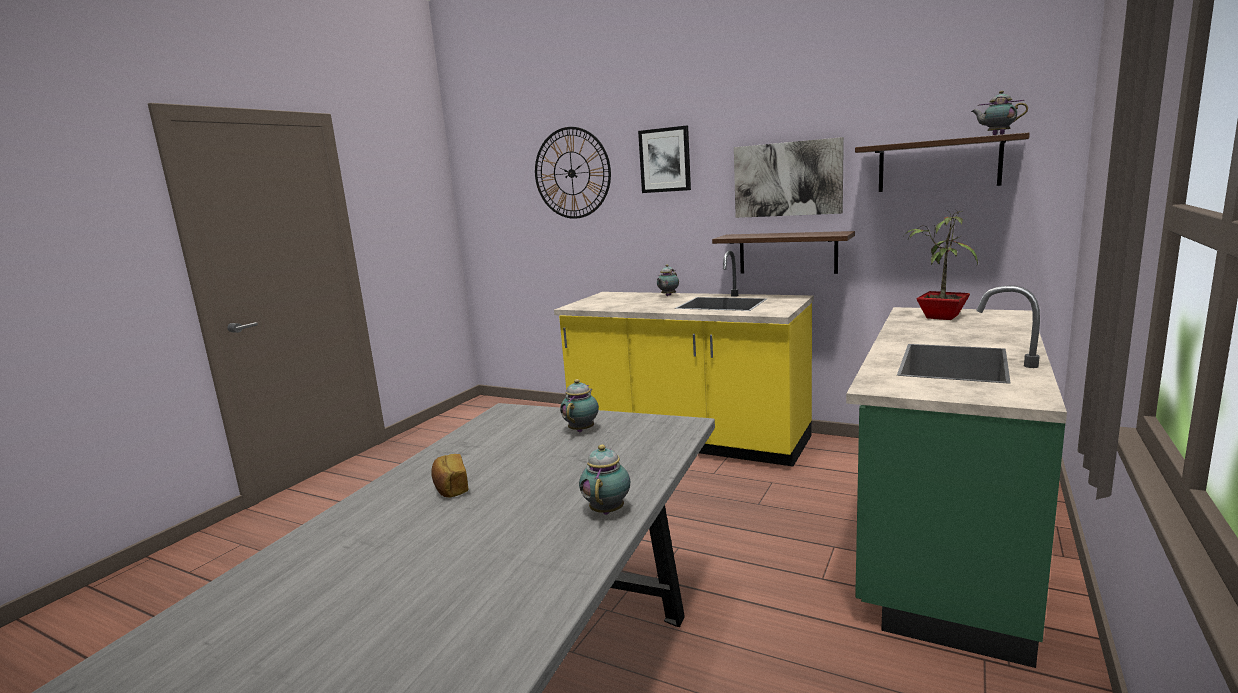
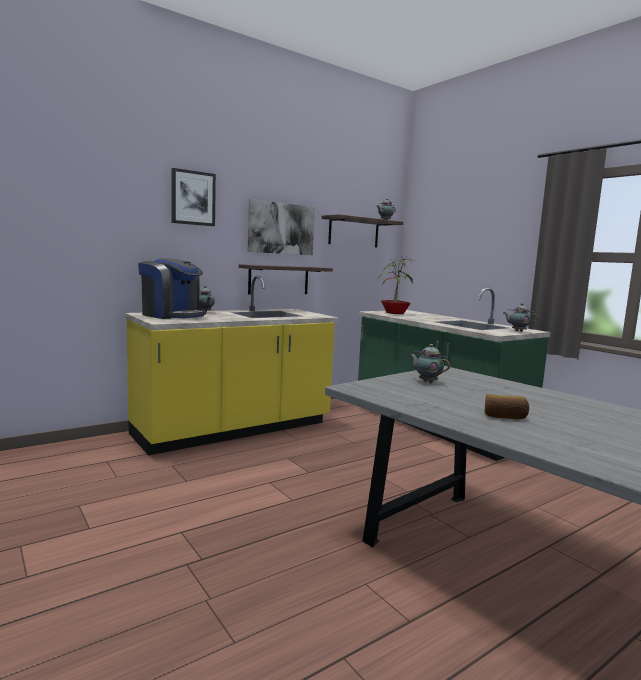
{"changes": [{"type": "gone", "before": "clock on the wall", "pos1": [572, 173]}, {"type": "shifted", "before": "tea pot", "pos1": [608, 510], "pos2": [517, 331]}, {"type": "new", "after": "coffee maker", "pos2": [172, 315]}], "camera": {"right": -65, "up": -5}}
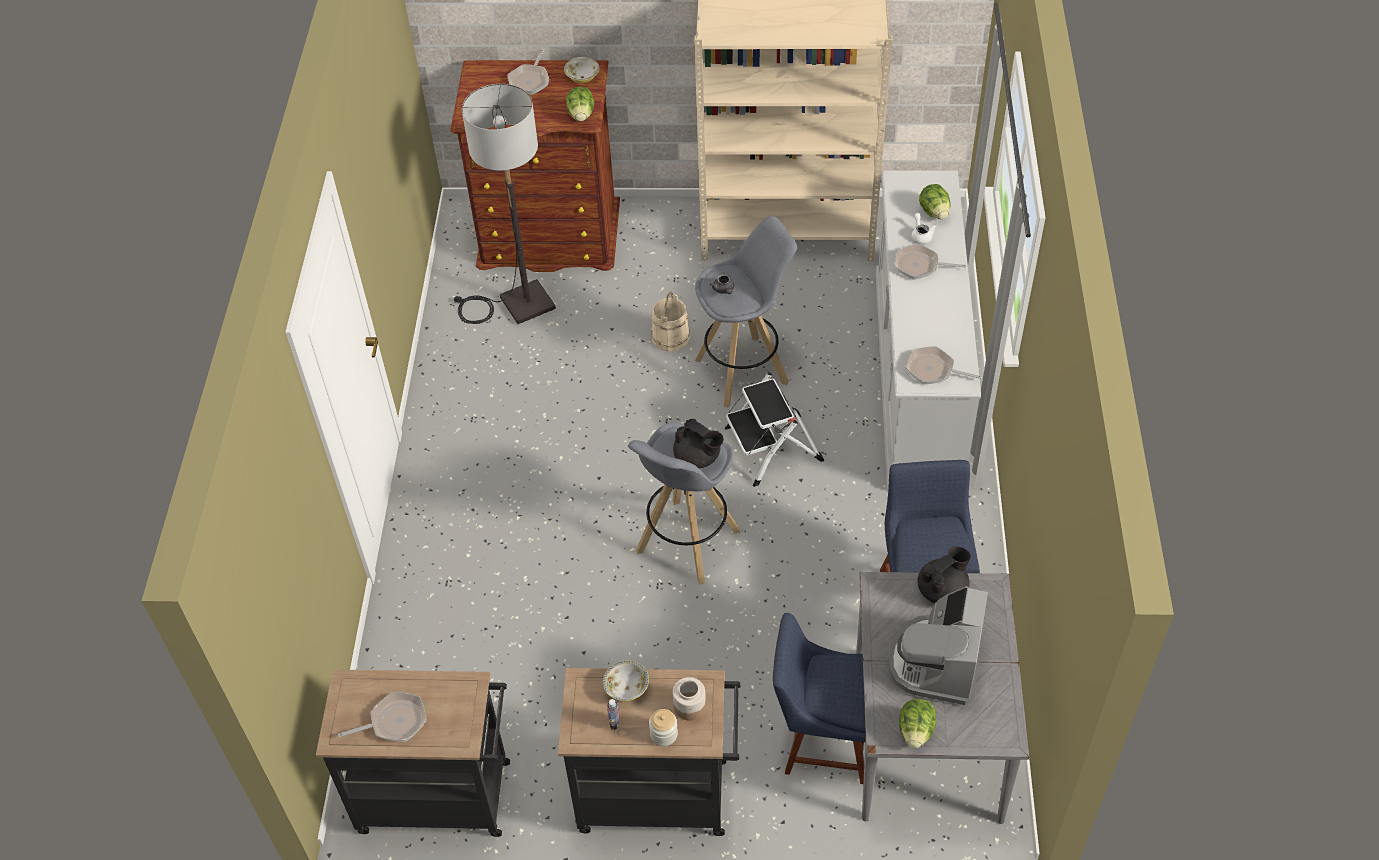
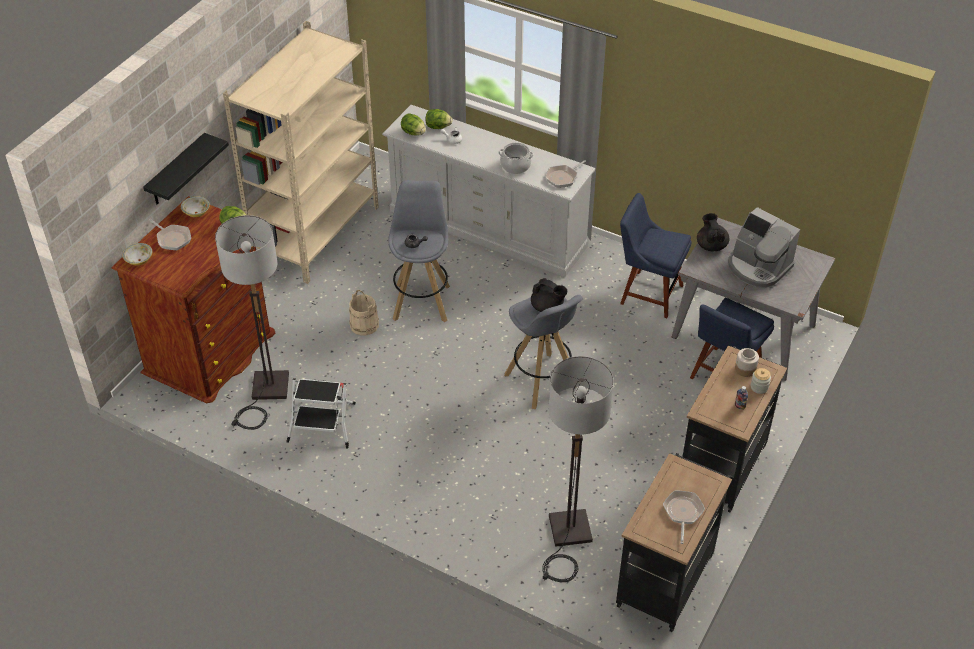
{"changes": [{"type": "shifted", "before": "bowl", "pos1": [626, 688], "pos2": [139, 260]}, {"type": "rotated", "before": "blackish tea pot", "pos1": [698, 458], "pos2": [547, 307], "turn": 60}, {"type": "shifted", "before": "step ladder", "pos1": [772, 446], "pos2": [323, 423]}, {"type": "gone", "before": "frying pan", "pos1": [919, 266]}, {"type": "shifted", "before": "lettuce", "pos1": [916, 731], "pos2": [413, 133]}, {"type": "new", "after": "blackish bracket shelf", "pos2": [176, 171]}, {"type": "new", "after": "stockpot", "pos2": [515, 166]}, {"type": "new", "after": "floor lamp", "pos2": [567, 541]}], "camera": {"right": -65, "up": -5}}
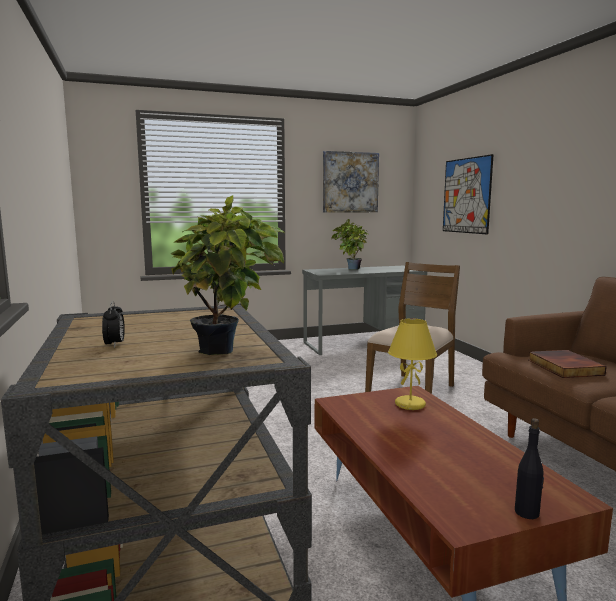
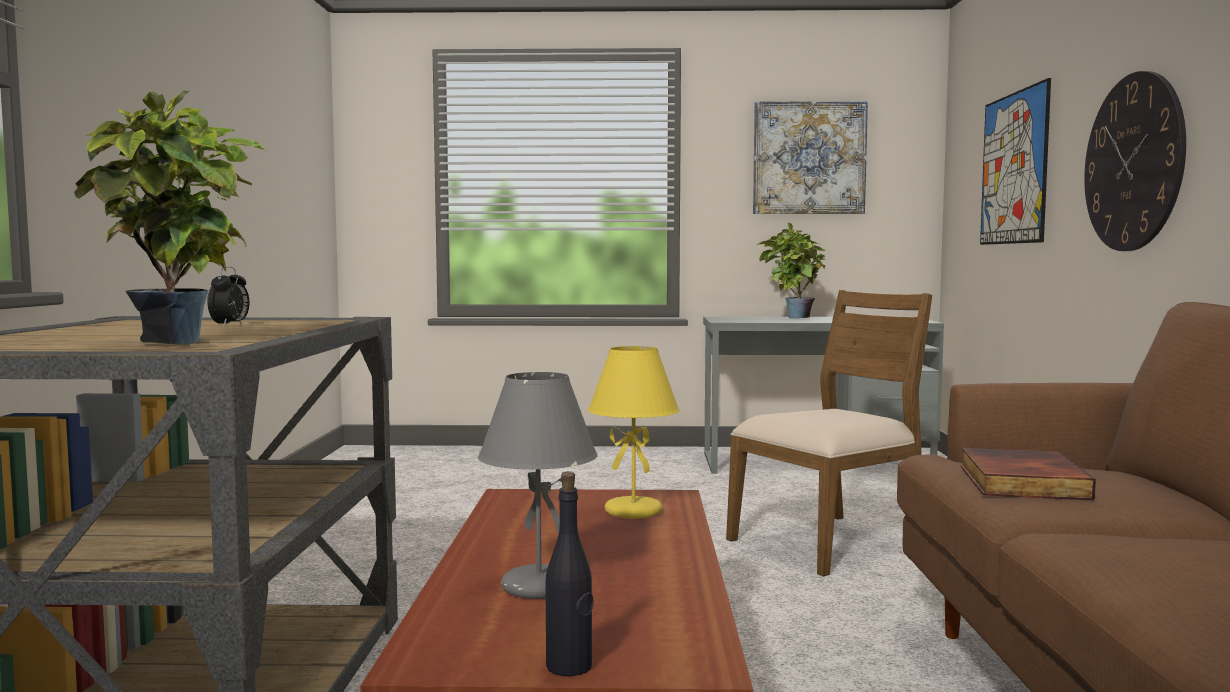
{"changes": [{"type": "shifted", "before": "alarm clock", "pos1": [115, 345], "pos2": [230, 325]}, {"type": "new", "after": "grey table lamp", "pos2": [537, 586]}, {"type": "new", "after": "clock on the wall", "pos2": [1133, 162]}], "camera": {"right": 20, "up": -5}}
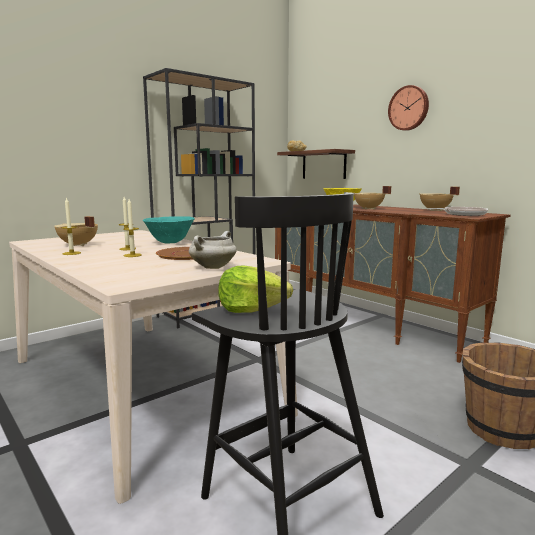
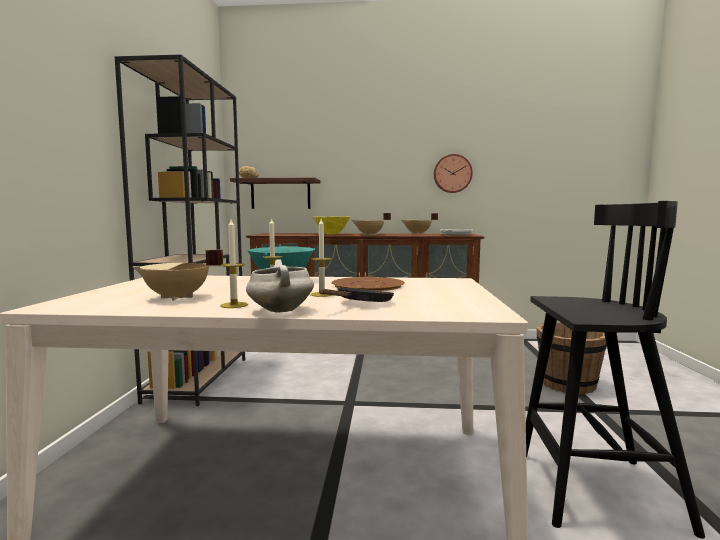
{"changes": [{"type": "shifted", "before": "white stockpot", "pos1": [213, 267], "pos2": [280, 310]}, {"type": "gone", "before": "lettuce", "pos1": [251, 309]}, {"type": "shifted", "before": "clock on the wall", "pos1": [409, 108], "pos2": [452, 173]}, {"type": "new", "after": "blackish frying pan", "pos2": [361, 303]}], "camera": {"right": -45, "up": -5}}
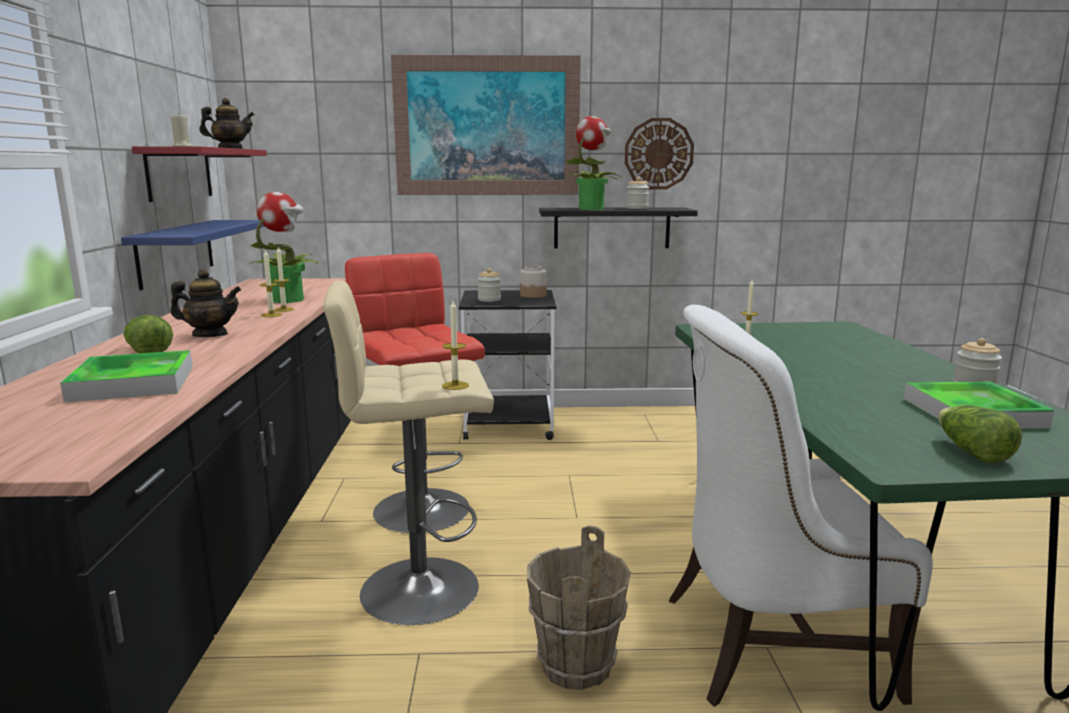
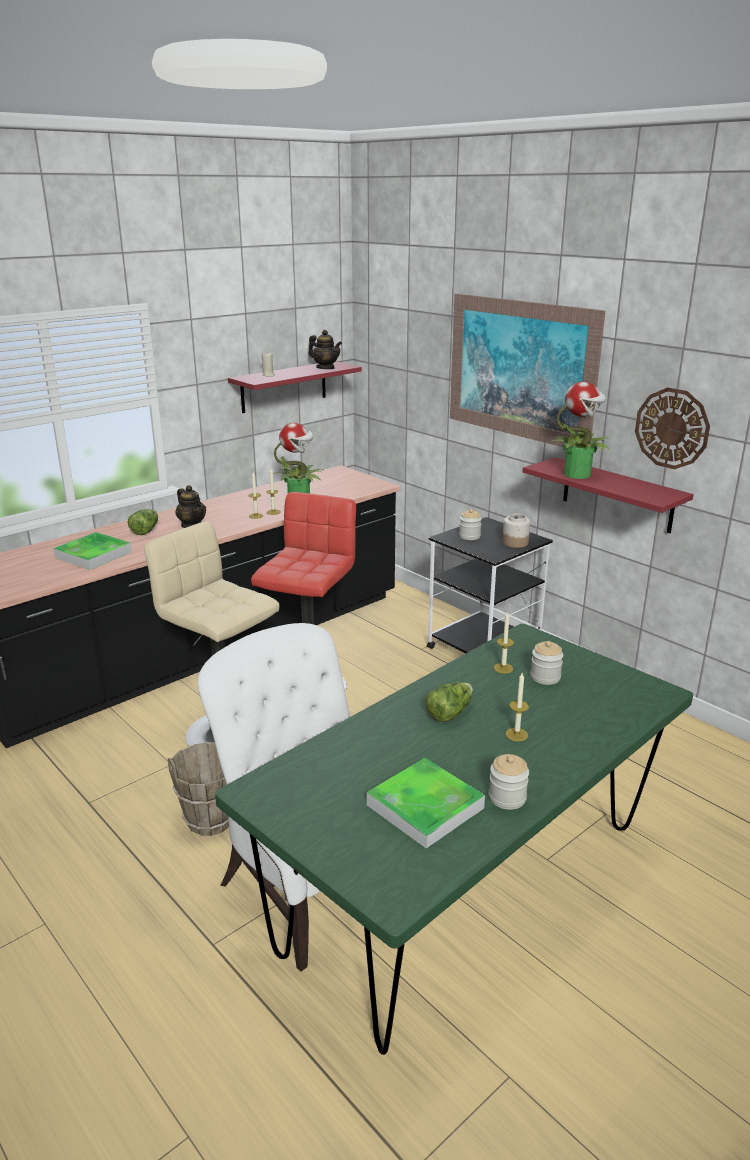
{"changes": [{"type": "gone", "before": "bluish bracket shelf", "pos1": [176, 252]}, {"type": "shifted", "before": "wax candle", "pos1": [455, 385], "pos2": [516, 734]}, {"type": "repainted", "before": "blackish bracket shelf", "after": "red bracket shelf", "pos1": [612, 228], "pos2": [617, 495]}, {"type": "shifted", "before": "storage jar", "pos1": [637, 208], "pos2": [545, 677]}, {"type": "shifted", "before": "lettuce", "pos1": [971, 452], "pos2": [449, 712]}], "camera": {"right": 50, "up": 10}}
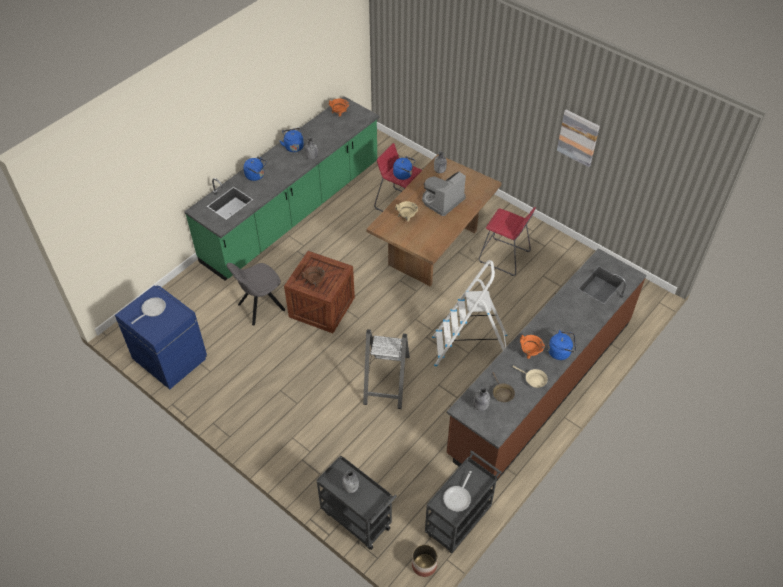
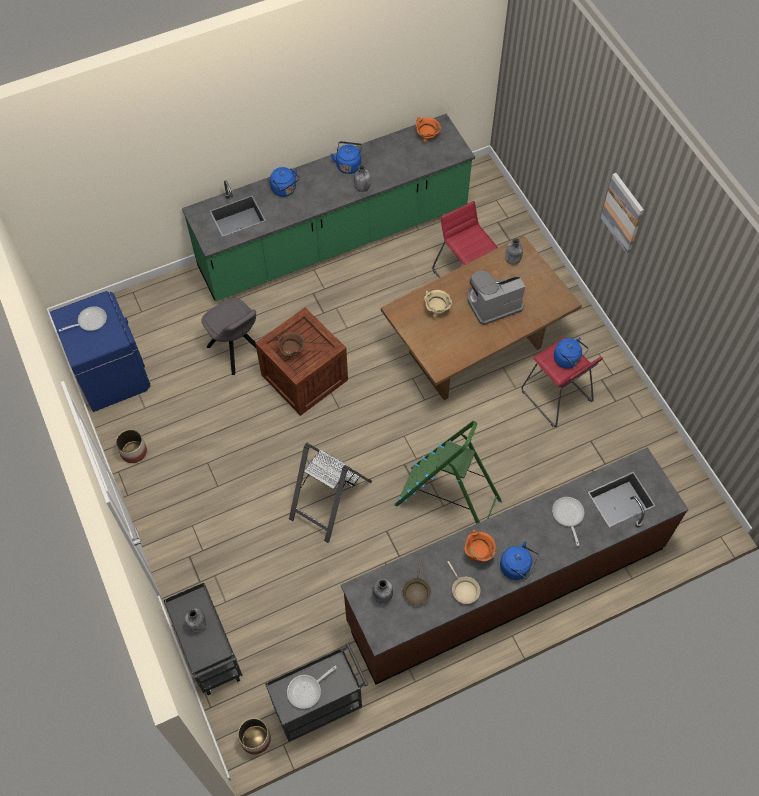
{"changes": [{"type": "rotated", "before": "grey chair", "pos1": [260, 307], "pos2": [237, 350], "turn": -120}, {"type": "shifted", "before": "bluish water kettle", "pos1": [404, 175], "pos2": [568, 360]}, {"type": "repainted", "before": "white step ladder", "after": "green-coloured step ladder", "pos1": [470, 350], "pos2": [447, 503]}, {"type": "shifted", "before": "picture", "pos1": [578, 137], "pos2": [623, 213]}, {"type": "new", "after": "plant pot", "pos2": [133, 452]}, {"type": "new", "after": "frying pan", "pos2": [568, 516]}], "camera": {"right": 25, "up": 10}}
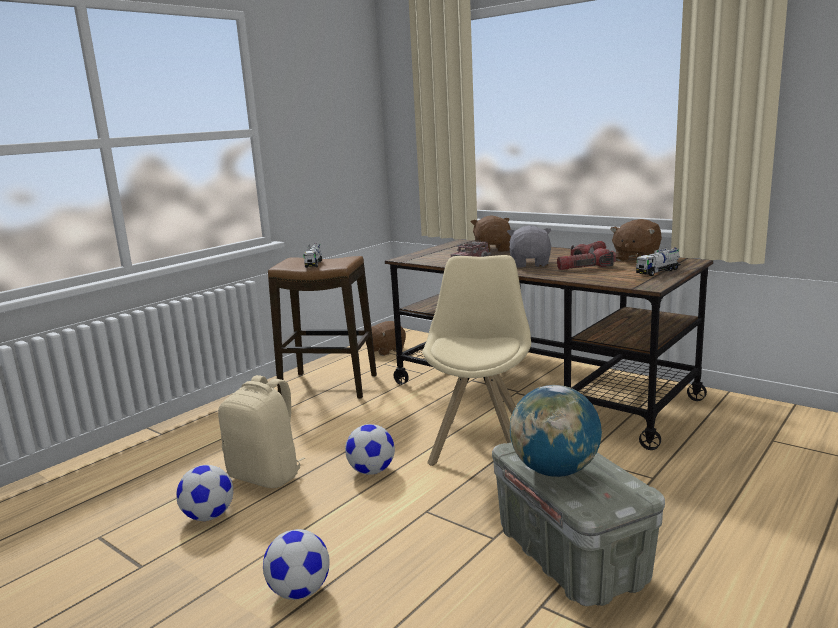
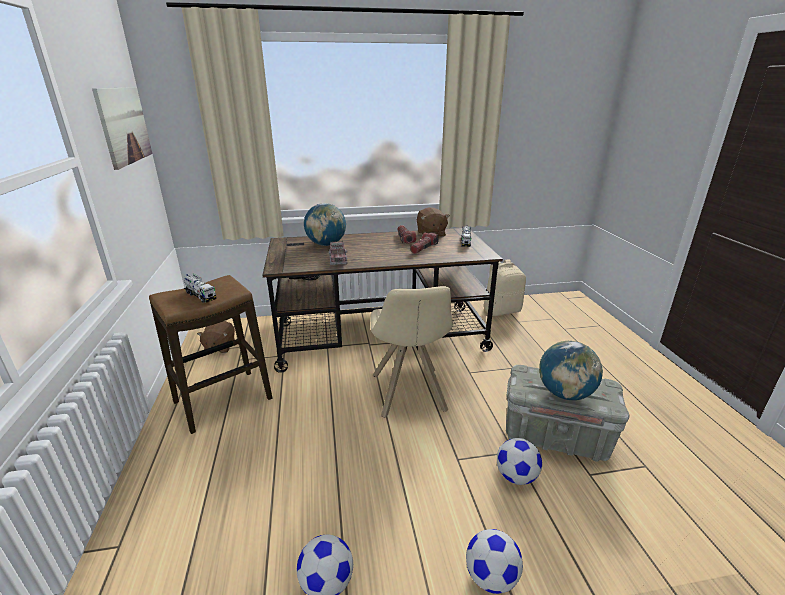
{"changes": [{"type": "shifted", "before": "beige rucksack", "pos1": [267, 476], "pos2": [501, 310]}, {"type": "shifted", "before": "football", "pos1": [372, 471], "pos2": [516, 476]}, {"type": "rotated", "before": "beige chair", "pos1": [480, 444], "pos2": [409, 392], "turn": -150}, {"type": "swapped", "before": "brown-coloured soft toy", "after": "globe", "pos1": [493, 250], "pos2": [326, 244]}, {"type": "gone", "before": "grey soft toy", "pos1": [530, 264]}, {"type": "new", "after": "picture", "pos2": [124, 125]}], "camera": {"right": -50, "up": 10}}
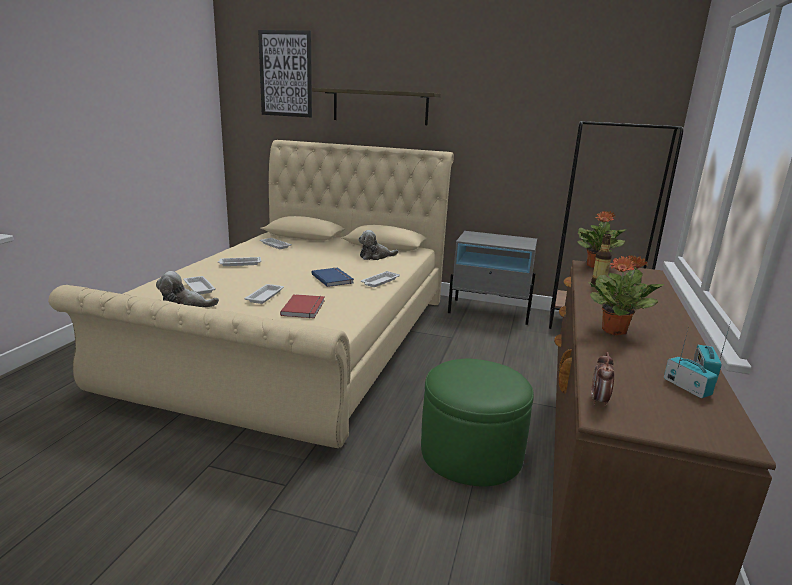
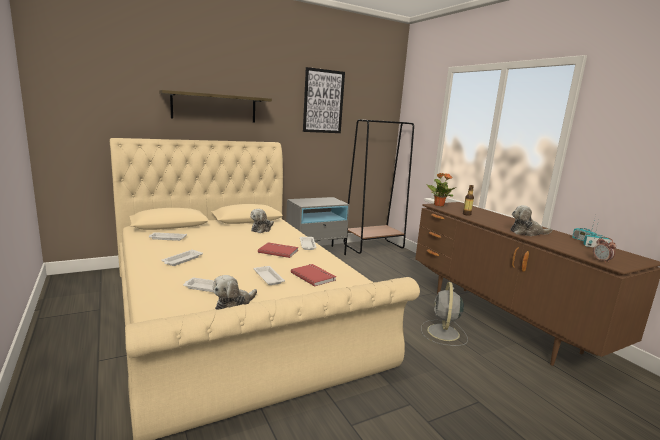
{"changes": [{"type": "shifted", "before": "picture", "pos1": [286, 74], "pos2": [323, 101]}, {"type": "repainted", "before": "bluish volume", "after": "red volume", "pos1": [333, 278], "pos2": [278, 251]}, {"type": "swapped", "before": "green-coloured footrest", "after": "grey cooling fan", "pos1": [471, 452], "pos2": [443, 333]}, {"type": "swapped", "before": "potted plant", "after": "soft toy", "pos1": [614, 331], "pos2": [527, 233]}], "camera": {"right": -45, "up": -5}}
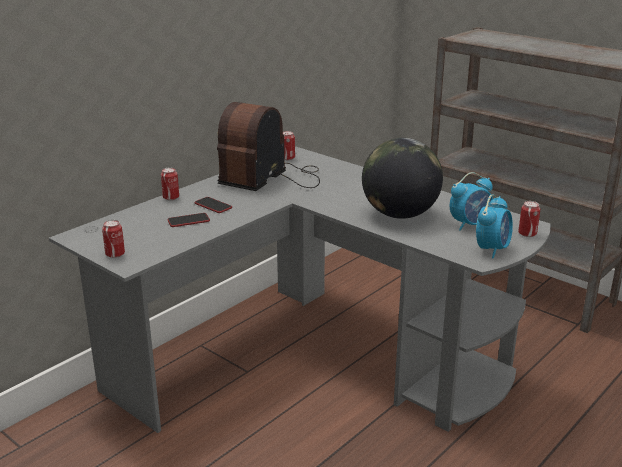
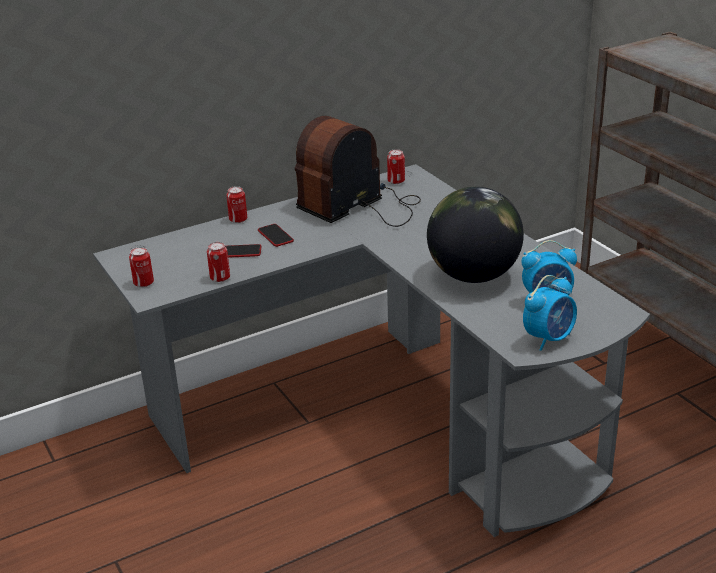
{"changes": [{"type": "shifted", "before": "sealed can", "pos1": [527, 234], "pos2": [220, 278]}], "camera": {"right": 20, "up": 5}}
